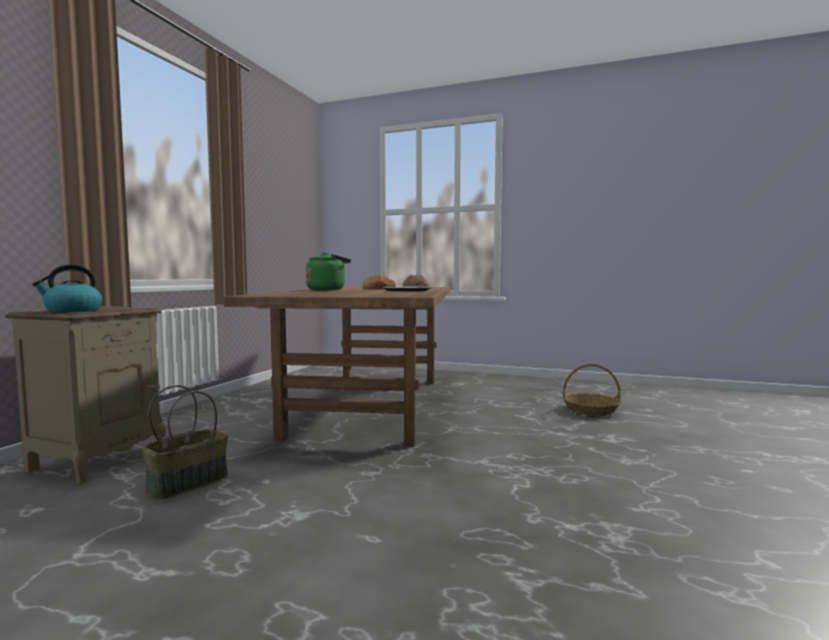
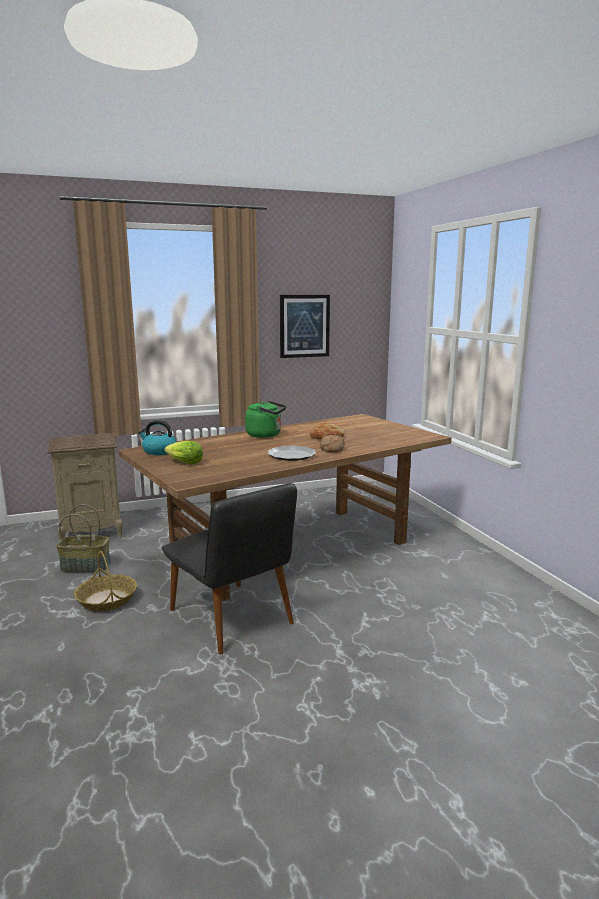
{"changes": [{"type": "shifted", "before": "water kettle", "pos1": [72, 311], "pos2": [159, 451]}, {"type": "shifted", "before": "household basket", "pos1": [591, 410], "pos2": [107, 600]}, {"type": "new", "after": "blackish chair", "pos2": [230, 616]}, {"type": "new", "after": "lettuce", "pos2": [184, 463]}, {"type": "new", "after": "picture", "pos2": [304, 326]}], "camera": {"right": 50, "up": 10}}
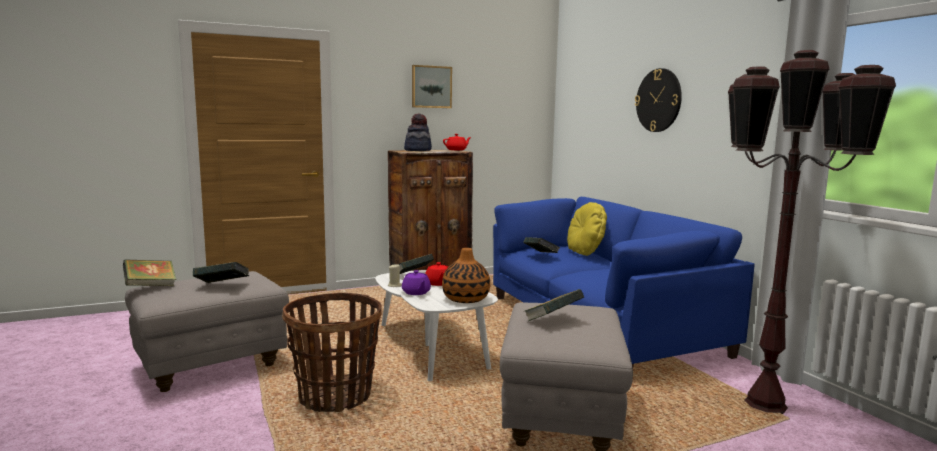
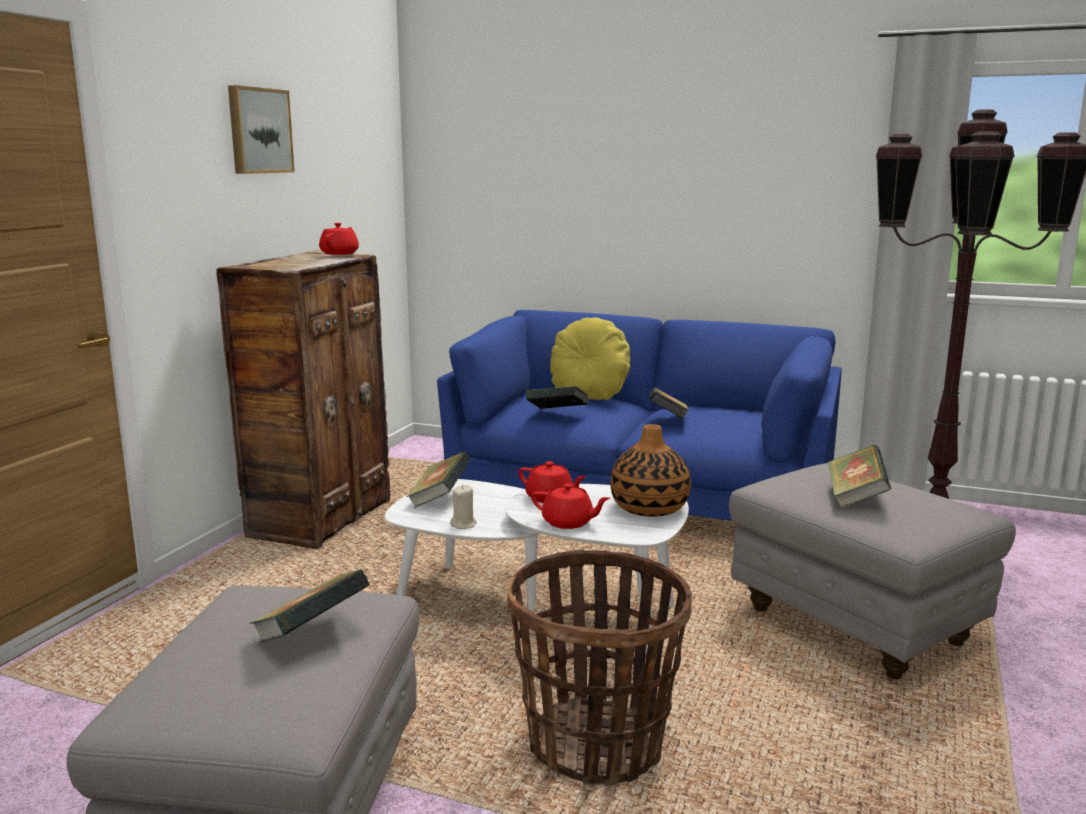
{"changes": [{"type": "shifted", "before": "volume", "pos1": [150, 286], "pos2": [668, 420]}, {"type": "repainted", "before": "purple-coloured tea pot", "after": "red tea pot", "pos1": [416, 293], "pos2": [568, 522]}, {"type": "gone", "before": "clothing hat", "pos1": [418, 150]}, {"type": "gone", "before": "clock on the wall", "pos1": [658, 100]}], "camera": {"right": -45, "up": 5}}
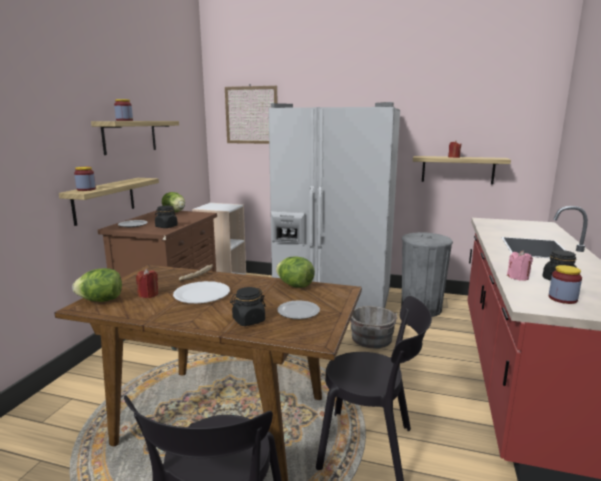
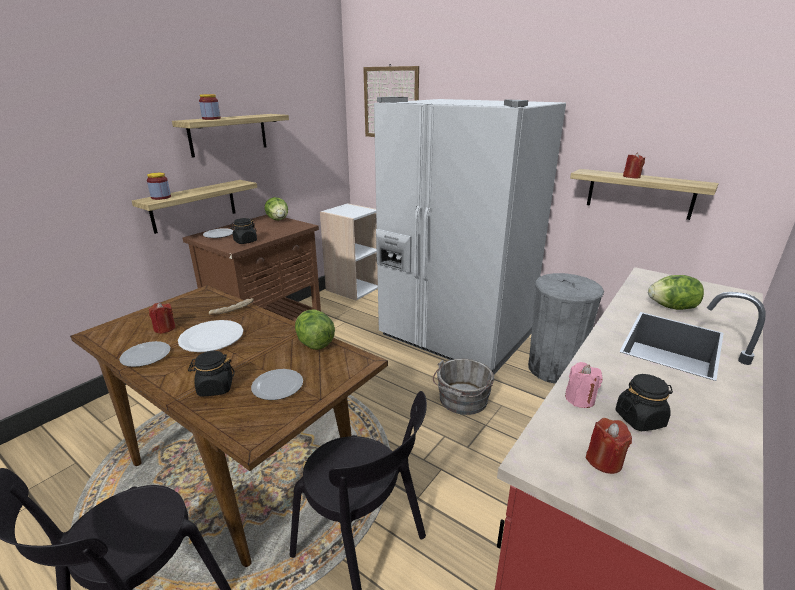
{"changes": [{"type": "shifted", "before": "lettuce", "pos1": [101, 300], "pos2": [672, 307]}, {"type": "swapped", "before": "storage jar", "after": "red wax candle", "pos1": [562, 299], "pos2": [604, 460]}, {"type": "new", "after": "plate", "pos2": [145, 356]}], "camera": {"right": 20, "up": 10}}
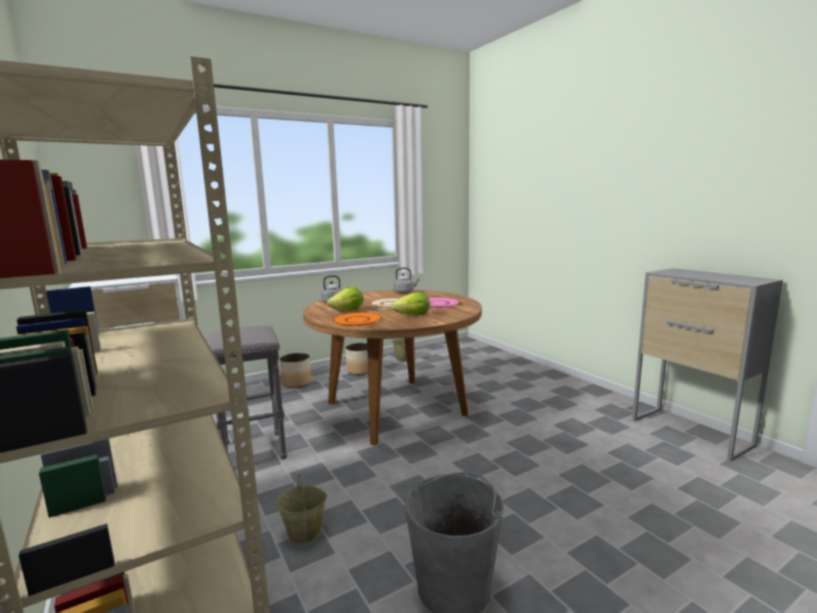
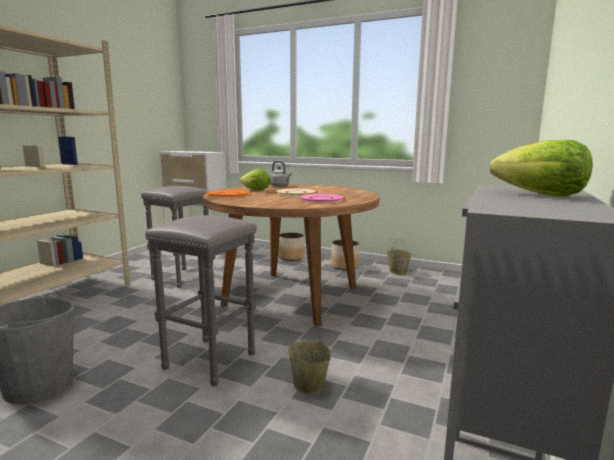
{"changes": [{"type": "shifted", "before": "beige pail", "pos1": [305, 532], "pos2": [309, 385]}, {"type": "shifted", "before": "lettuce", "pos1": [413, 316], "pos2": [541, 195]}, {"type": "gone", "before": "grey water kettle", "pos1": [405, 292]}, {"type": "new", "after": "grey stool seat", "pos2": [207, 360]}], "camera": {"right": 55, "up": 0}}
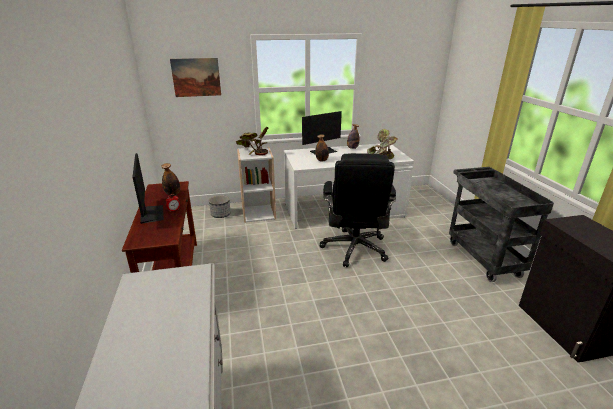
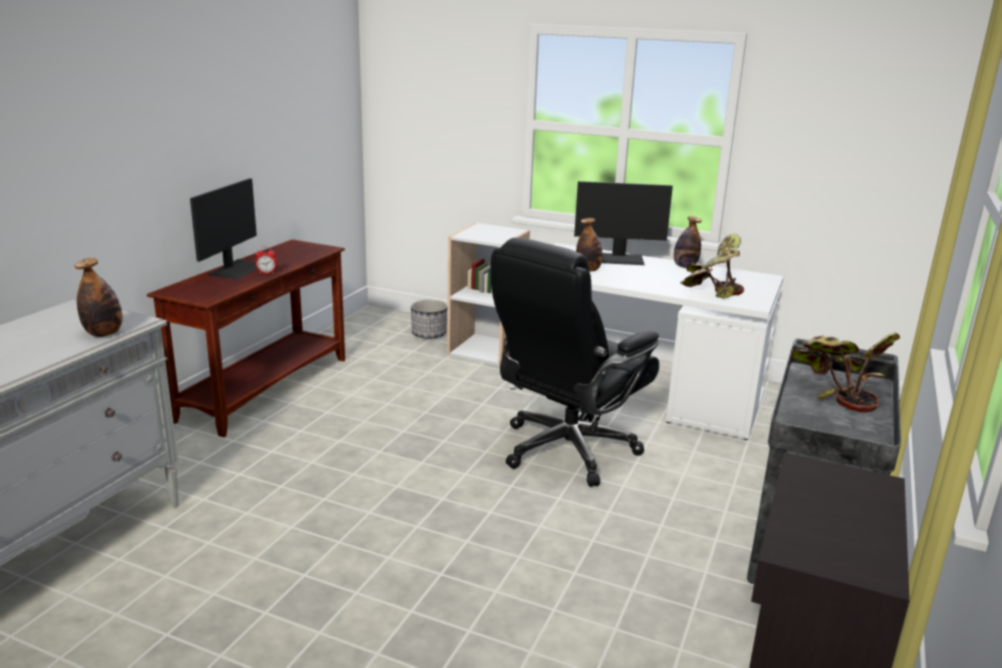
{"changes": [{"type": "shifted", "before": "beverage bottle", "pos1": [173, 194], "pos2": [104, 334]}, {"type": "gone", "before": "picture", "pos1": [196, 77]}, {"type": "shifted", "before": "potted plant", "pos1": [254, 151], "pos2": [835, 392]}], "camera": {"right": 35, "up": -5}}
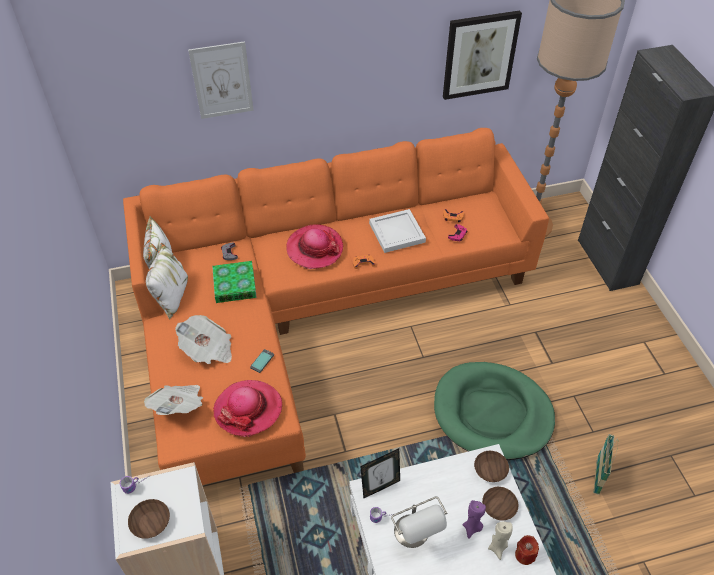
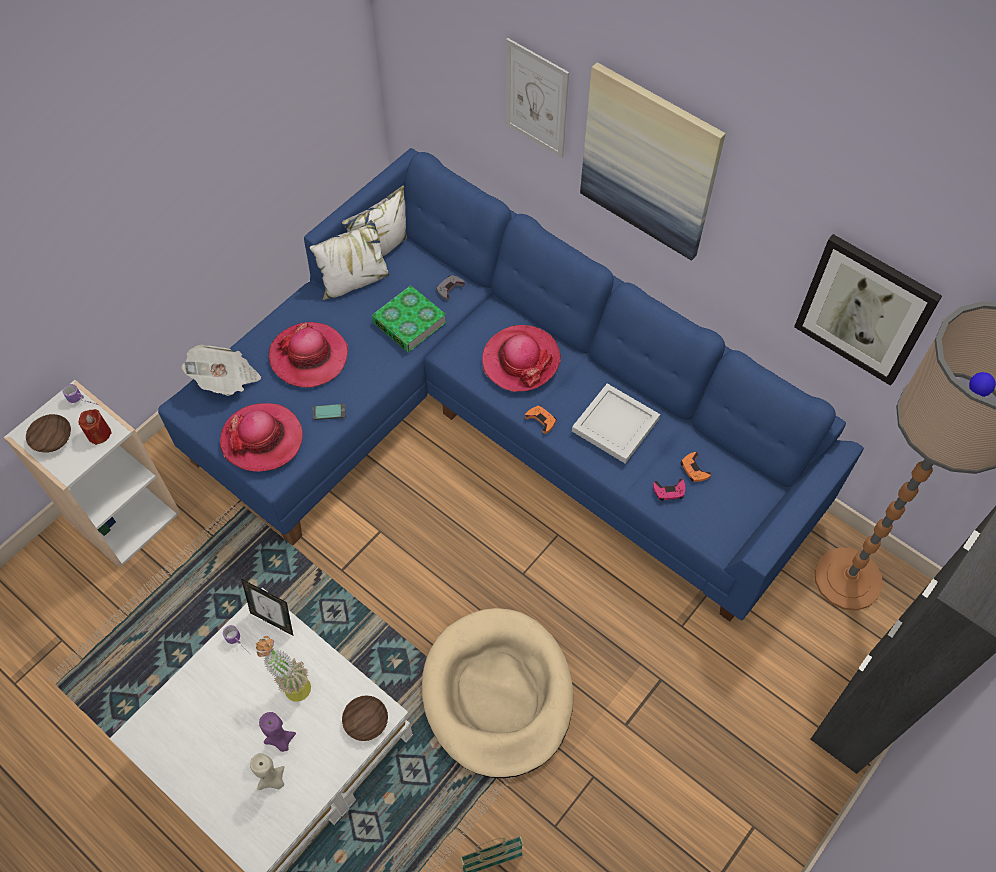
{"changes": [{"type": "repainted", "before": "orange-coloured couch", "after": "bluish couch", "pos1": [311, 316], "pos2": [492, 426]}, {"type": "swapped", "before": "newspaper", "after": "clothing hat", "pos1": [208, 350], "pos2": [309, 357]}, {"type": "gone", "before": "white table lamp", "pos1": [415, 537]}, {"type": "repainted", "before": "green-coloured dog bed", "after": "beige dog bed", "pos1": [492, 413], "pos2": [497, 694]}, {"type": "gone", "before": "brown-coloured bowl", "pos1": [499, 506]}, {"type": "shifted", "before": "red wax candle", "pos1": [524, 555], "pos2": [99, 434]}, {"type": "new", "after": "potted plant", "pos2": [291, 685]}, {"type": "new", "after": "picture", "pos2": [649, 162]}], "camera": {"right": 55, "up": 10}}
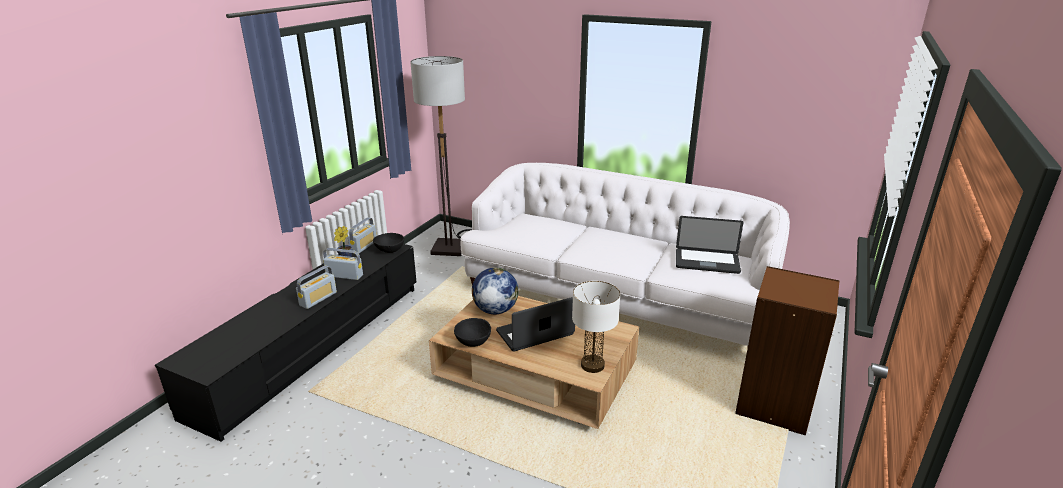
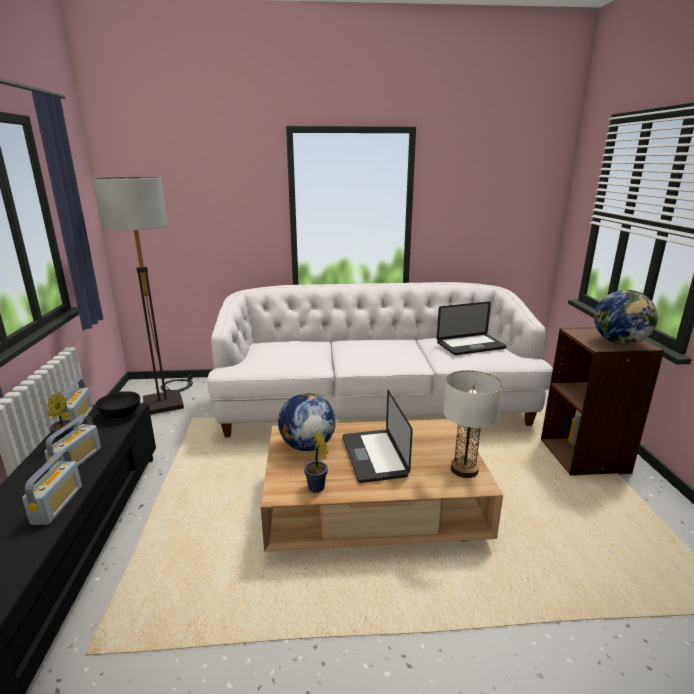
{"changes": [{"type": "rotated", "before": "radio set", "pos1": [344, 275], "pos2": [77, 461], "turn": 120}, {"type": "swapped", "before": "blackish bowl", "after": "potted plant", "pos1": [473, 341], "pos2": [317, 489]}, {"type": "rotated", "before": "portable computer", "pos1": [535, 333], "pos2": [374, 456], "turn": -45}, {"type": "new", "after": "globe", "pos2": [619, 342]}], "camera": {"right": -30, "up": -5}}
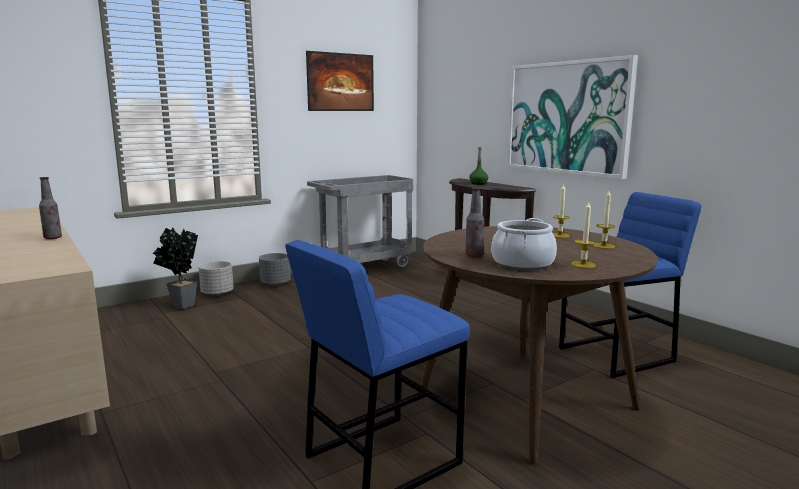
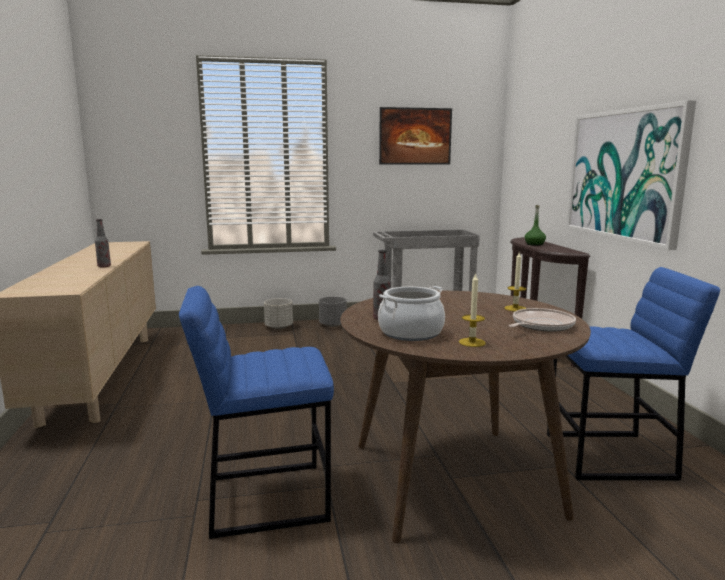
{"changes": [{"type": "gone", "before": "potted plant", "pos1": [180, 306]}, {"type": "swapped", "before": "wax candle", "after": "frying pan", "pos1": [603, 246], "pos2": [540, 325]}], "camera": {"right": 25, "up": 0}}
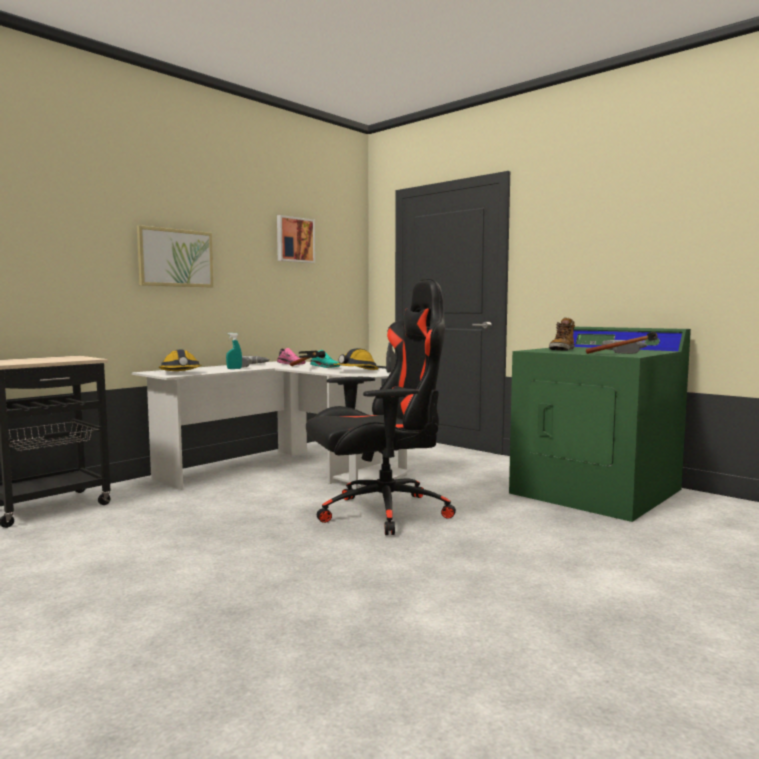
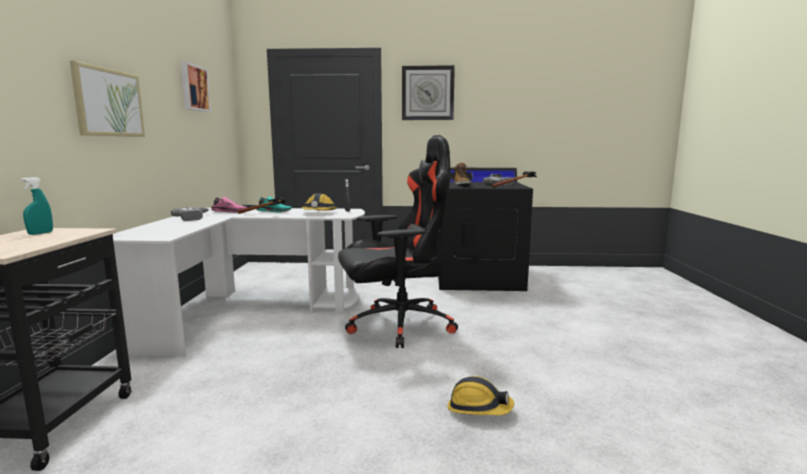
{"changes": [{"type": "shifted", "before": "work helmet", "pos1": [181, 373], "pos2": [478, 408]}, {"type": "shifted", "before": "turquoise-coloured spray bottle", "pos1": [234, 369], "pos2": [40, 233]}, {"type": "rotated", "before": "blackish desk chair", "pos1": [375, 514], "pos2": [394, 327], "turn": 45}, {"type": "repainted", "before": "green-coloured washing machine", "after": "blackish washing machine", "pos1": [597, 491], "pos2": [478, 277]}, {"type": "new", "after": "clock on the wall", "pos2": [427, 93]}], "camera": {"right": -40, "up": 5}}
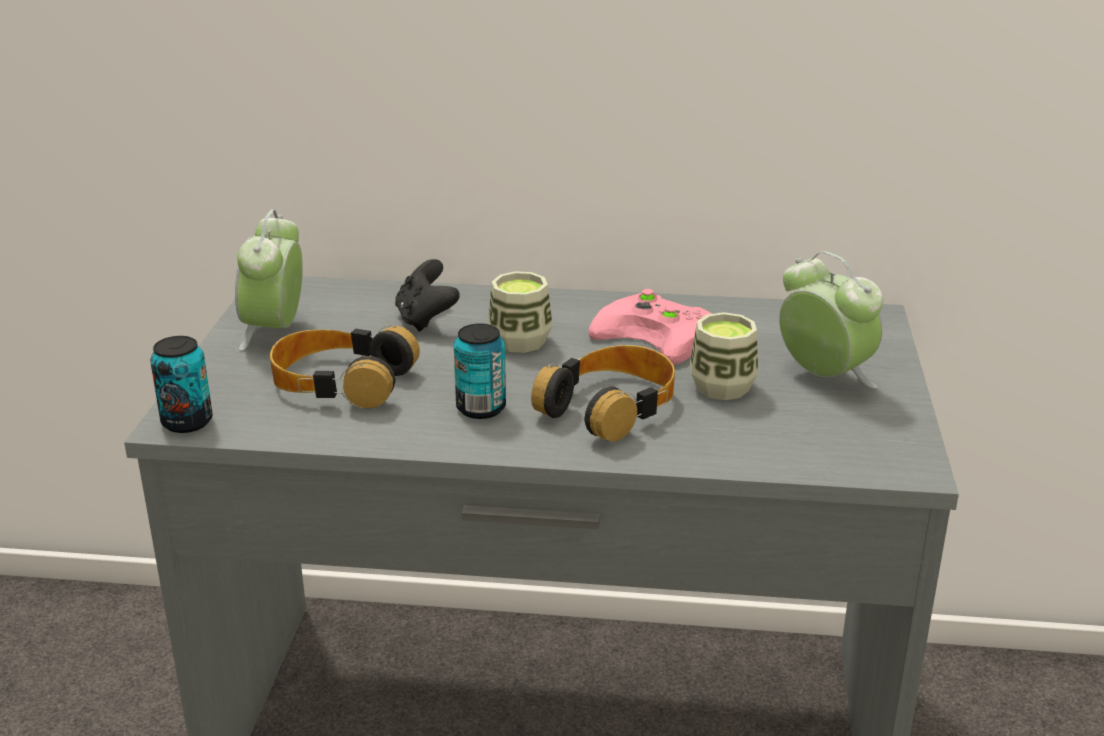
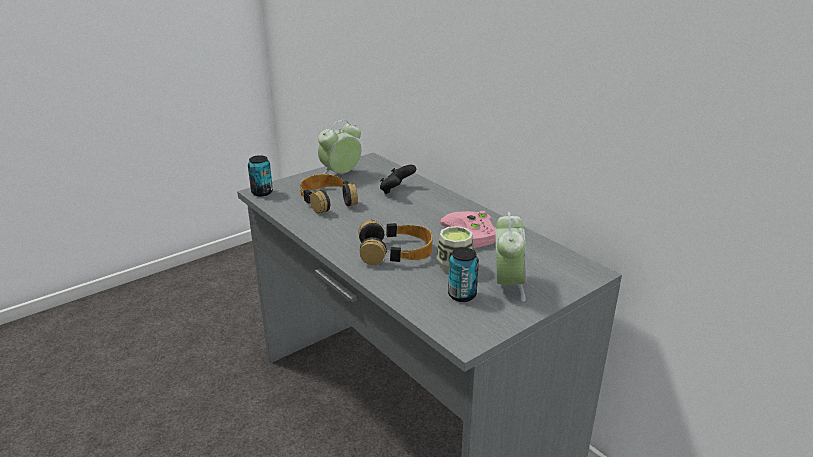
{"changes": [{"type": "shifted", "before": "sealed can", "pos1": [481, 408], "pos2": [462, 295]}, {"type": "gone", "before": "drinking cup", "pos1": [520, 341]}], "camera": {"right": 45, "up": 0}}
